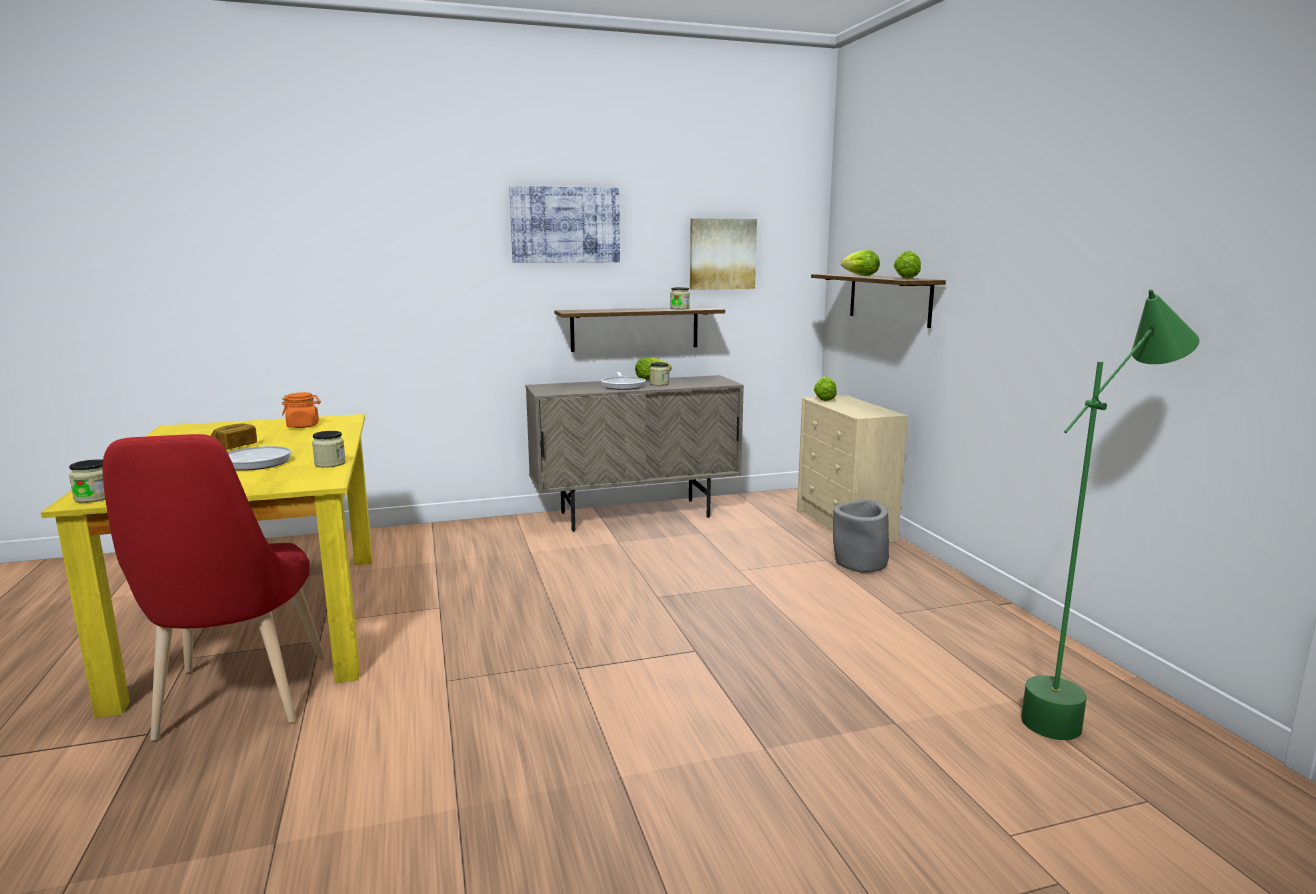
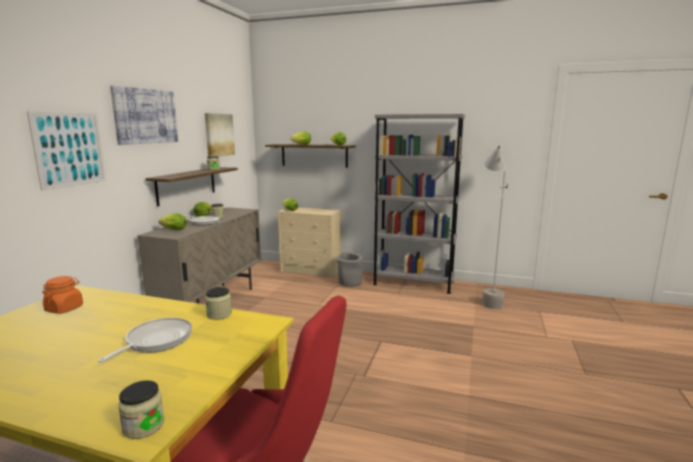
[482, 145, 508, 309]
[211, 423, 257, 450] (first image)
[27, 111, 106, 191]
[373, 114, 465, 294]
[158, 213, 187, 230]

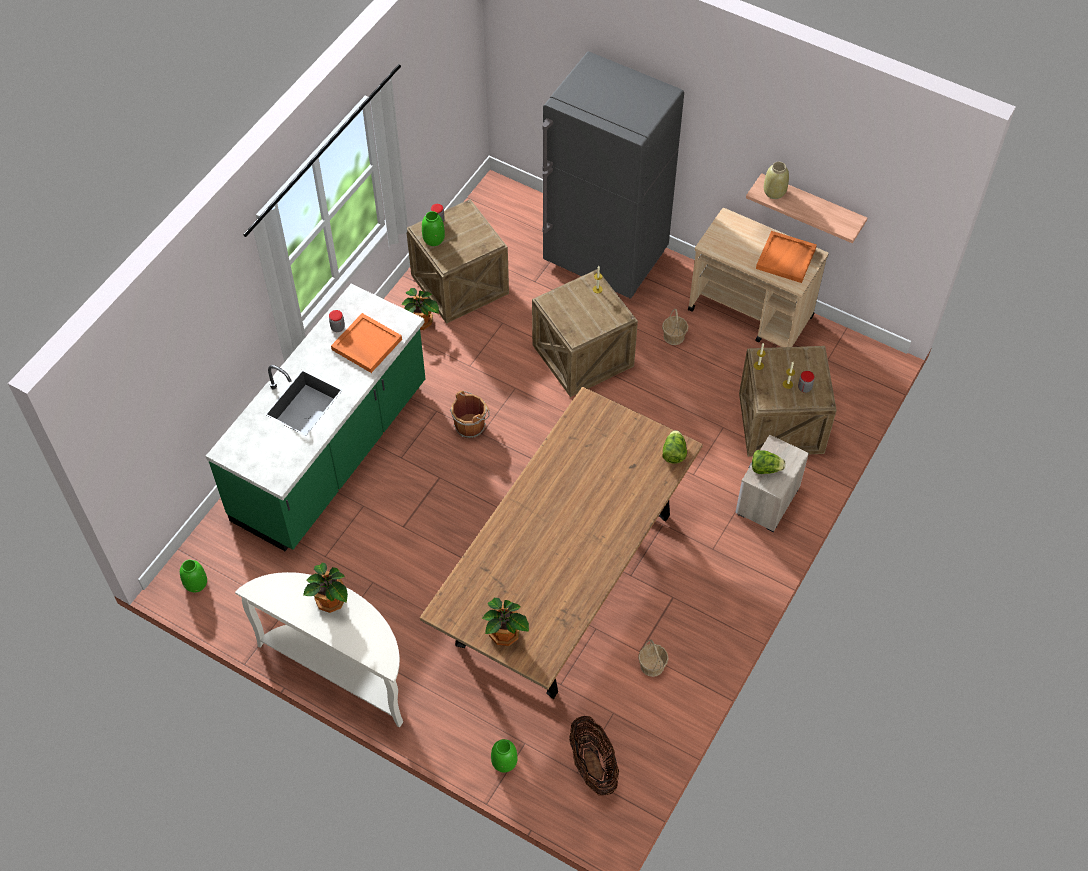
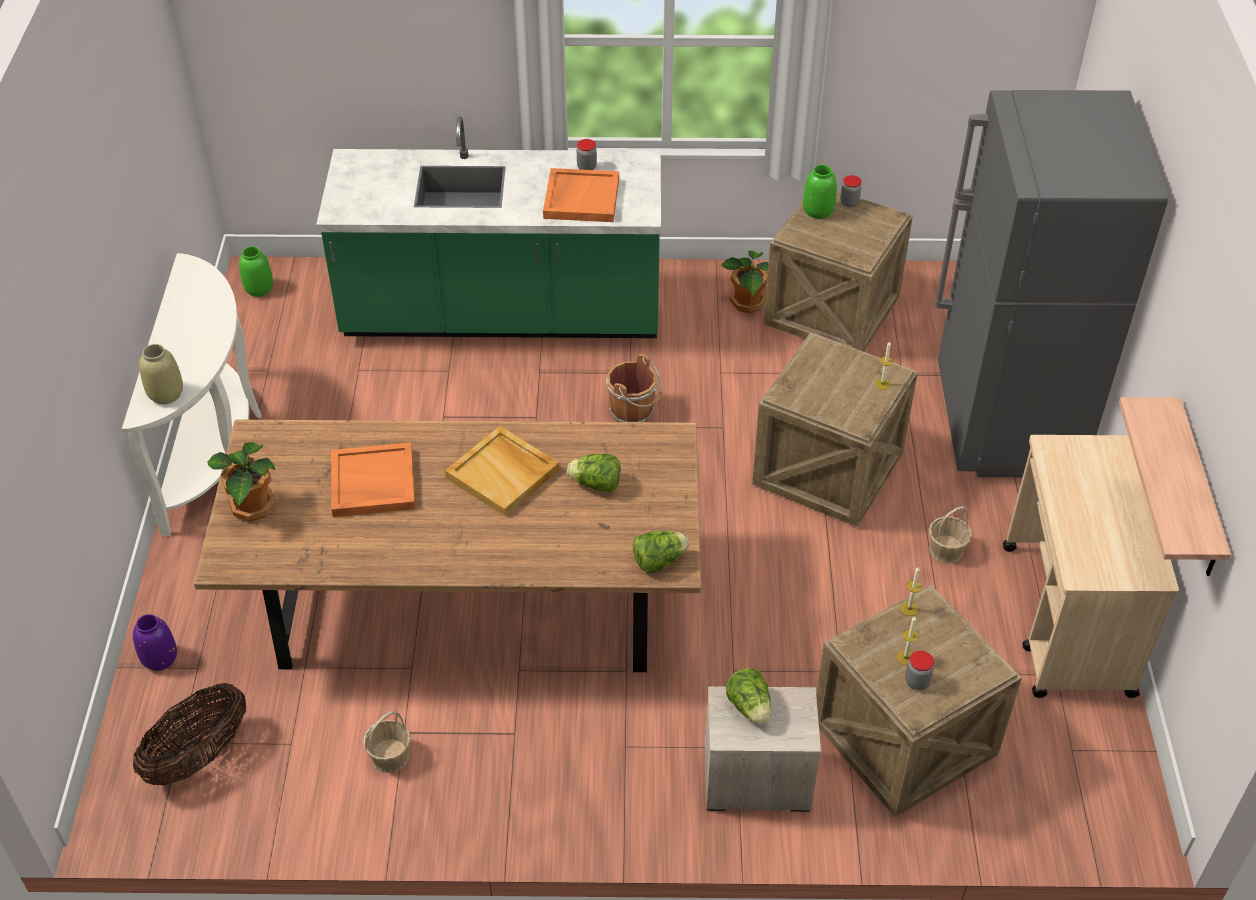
[139, 344, 183, 404]
[331, 442, 415, 517]
[303, 562, 348, 613] (first image)
[133, 614, 177, 671]
[445, 426, 559, 516]
[567, 454, 620, 492]

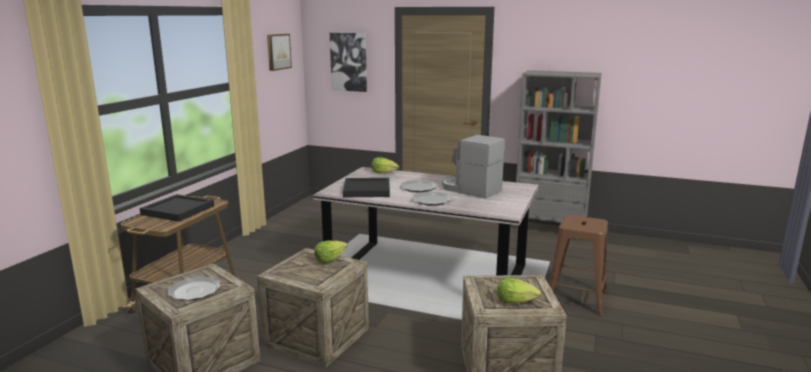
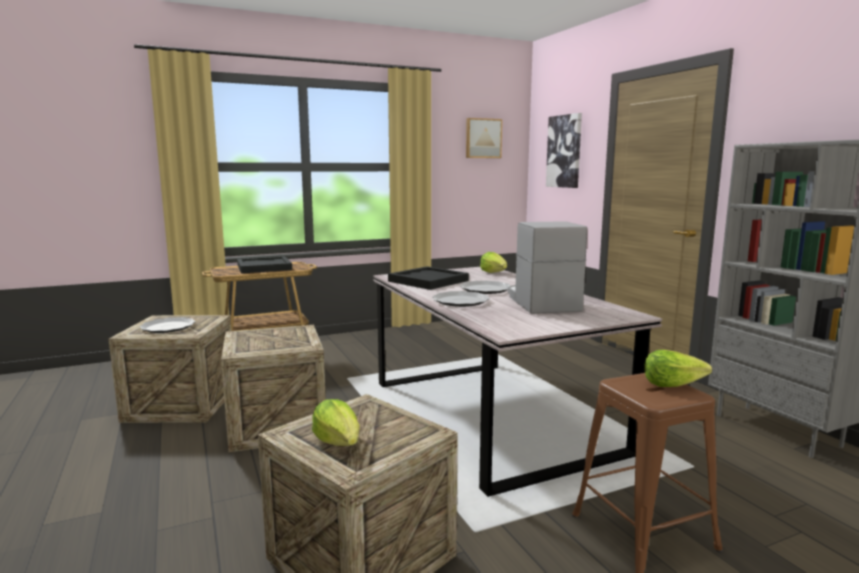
[644, 350, 712, 387]

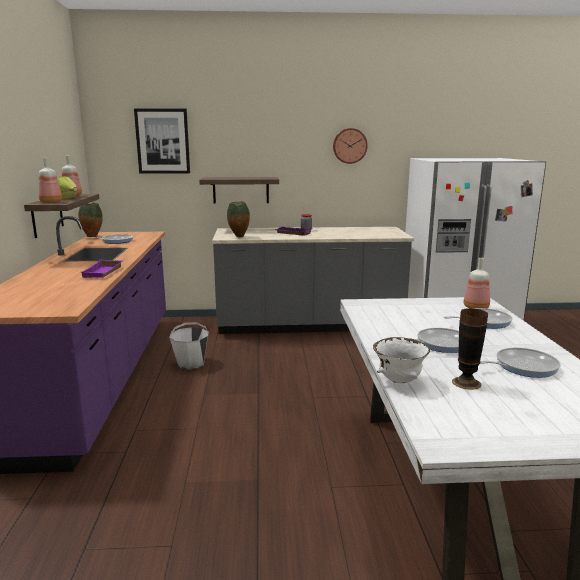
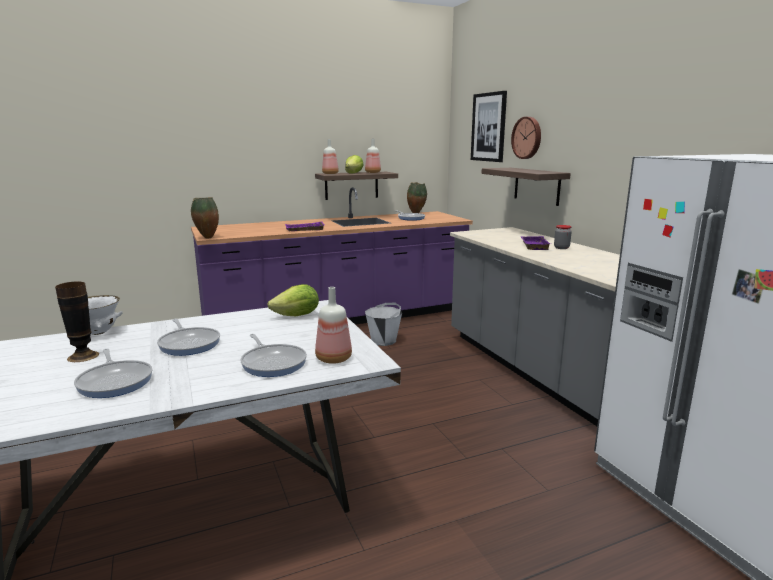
[511, 117, 541, 159]
[191, 197, 219, 238]
[267, 284, 319, 316]

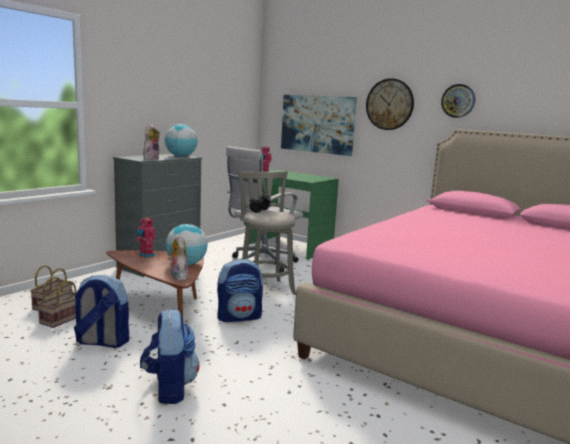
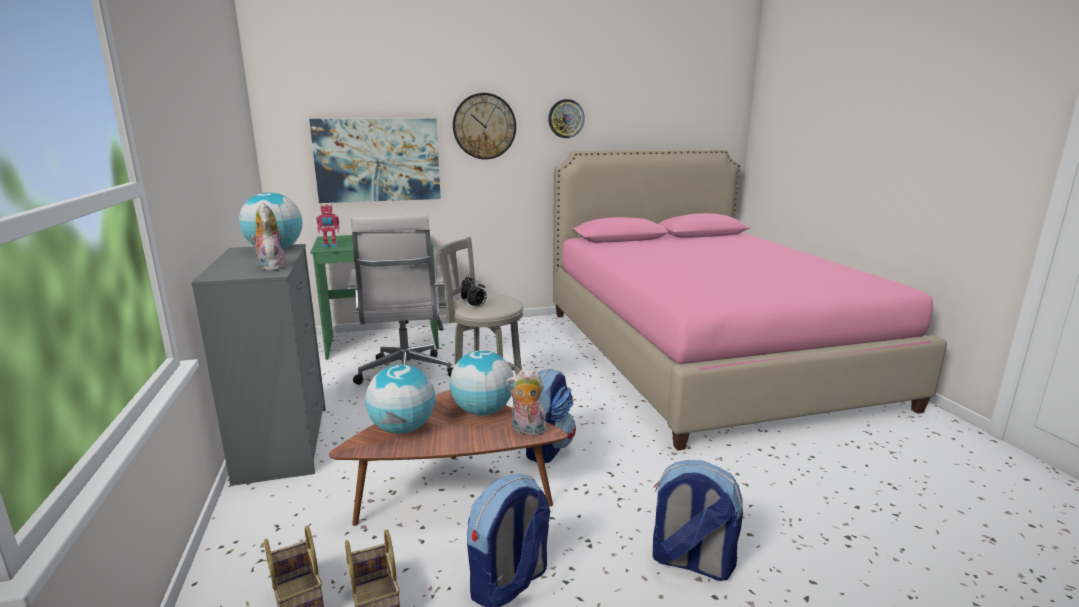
[365, 364, 435, 434]

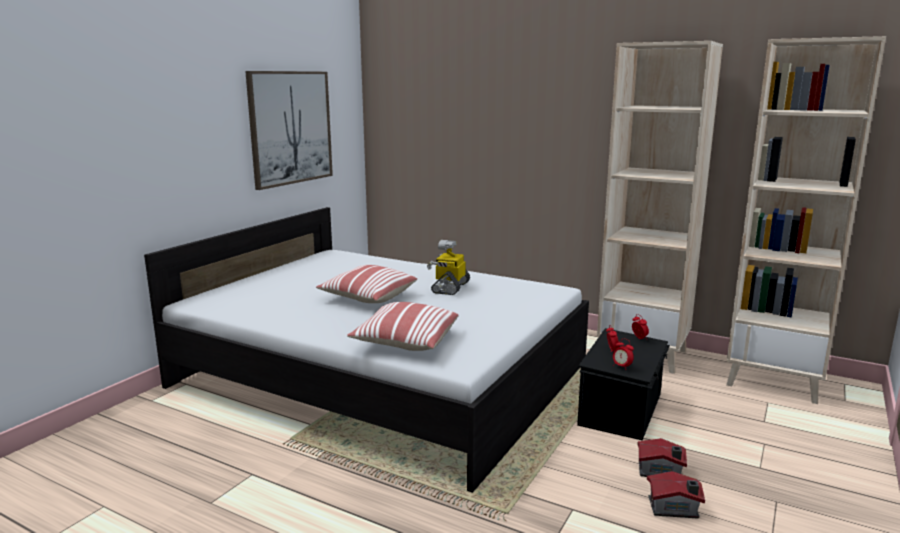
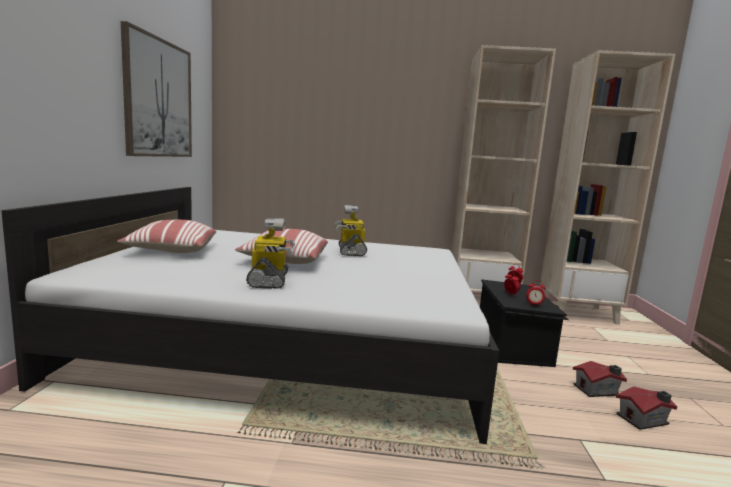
[117, 220, 216, 253]
[246, 218, 295, 289]

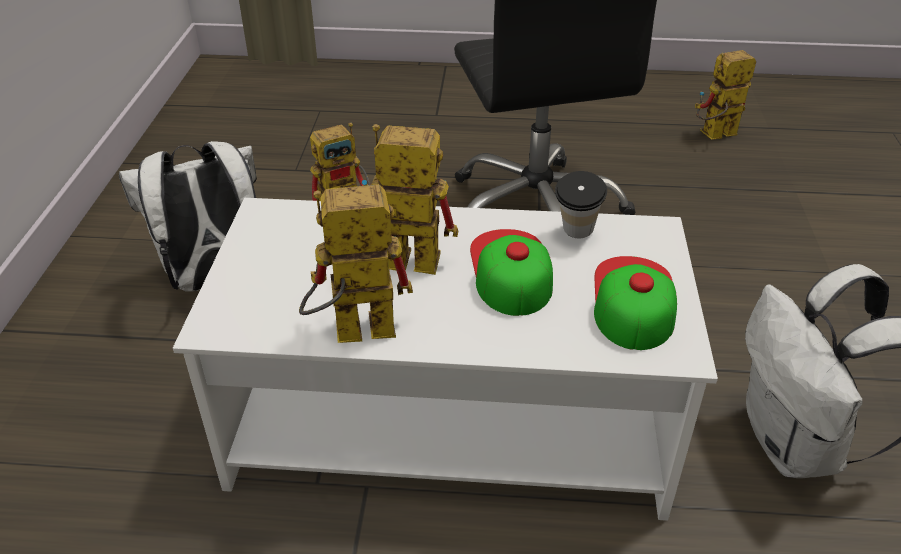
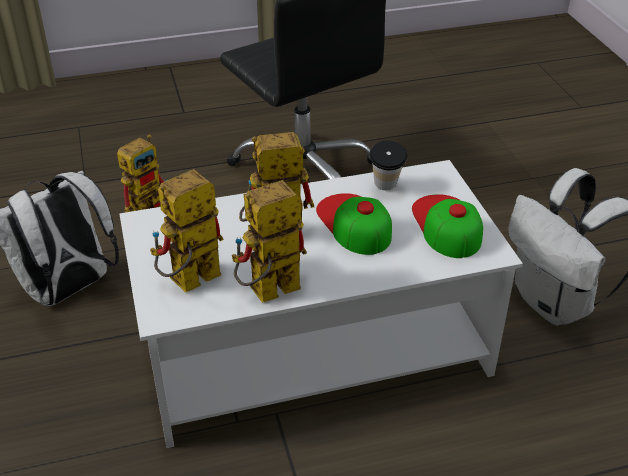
[150, 169, 223, 293]

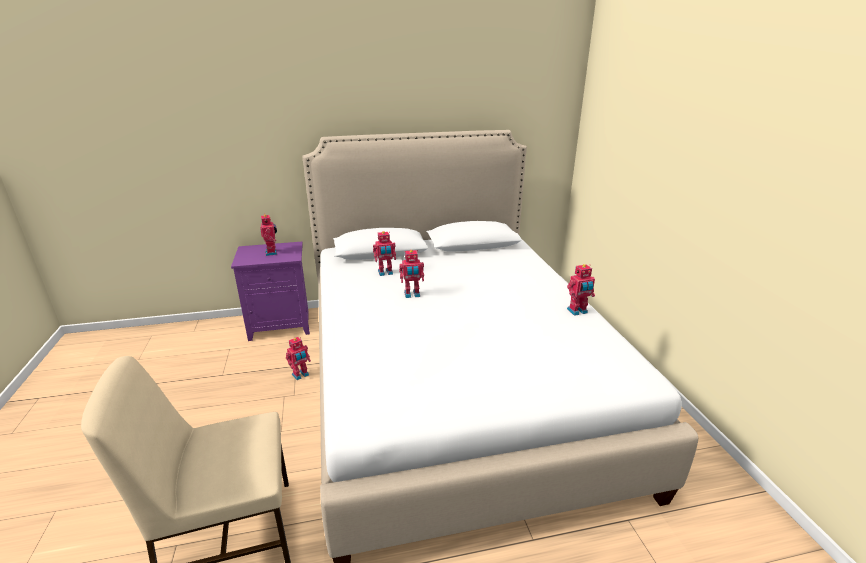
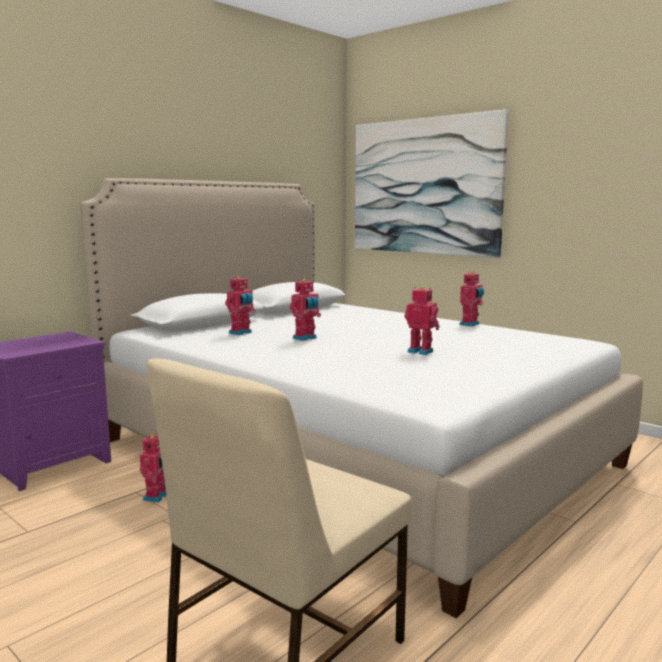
[404, 286, 440, 355]
[355, 109, 509, 258]

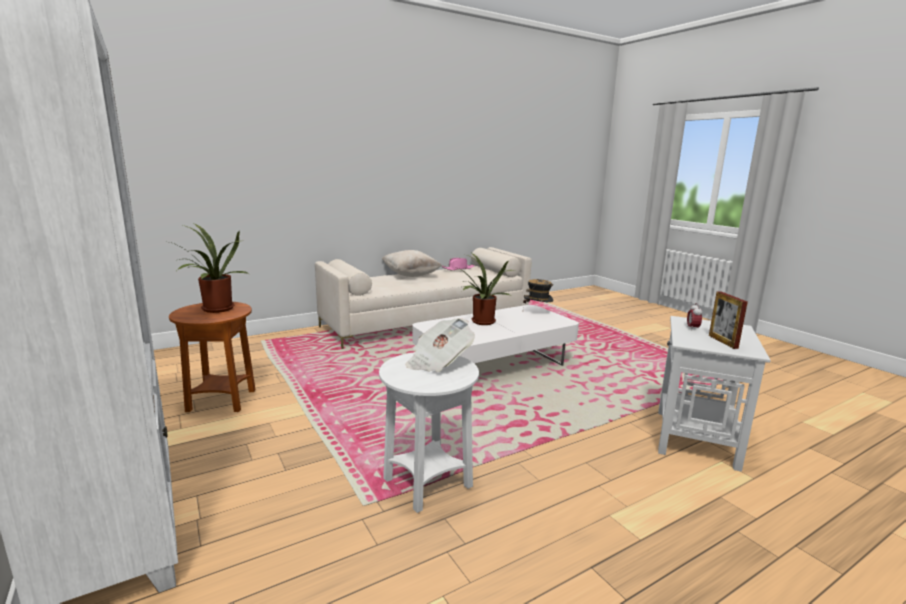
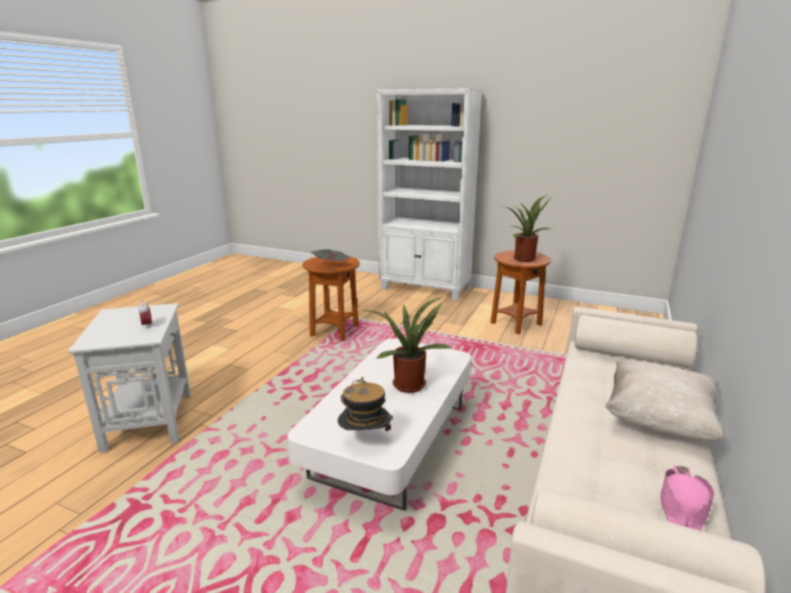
[709, 291, 748, 349] (first image)
[303, 256, 360, 341]

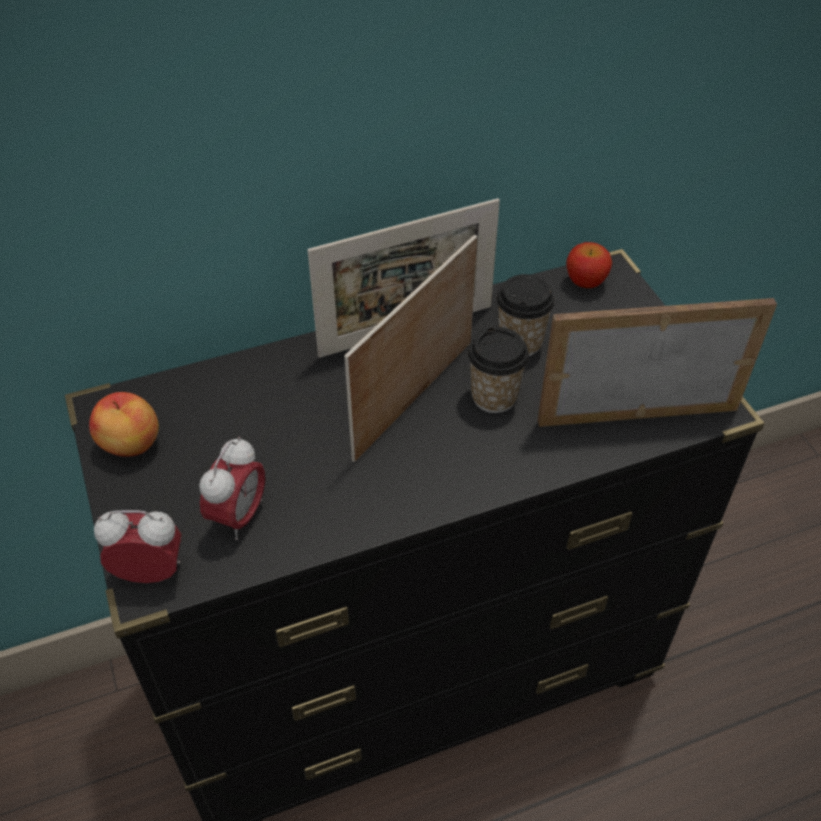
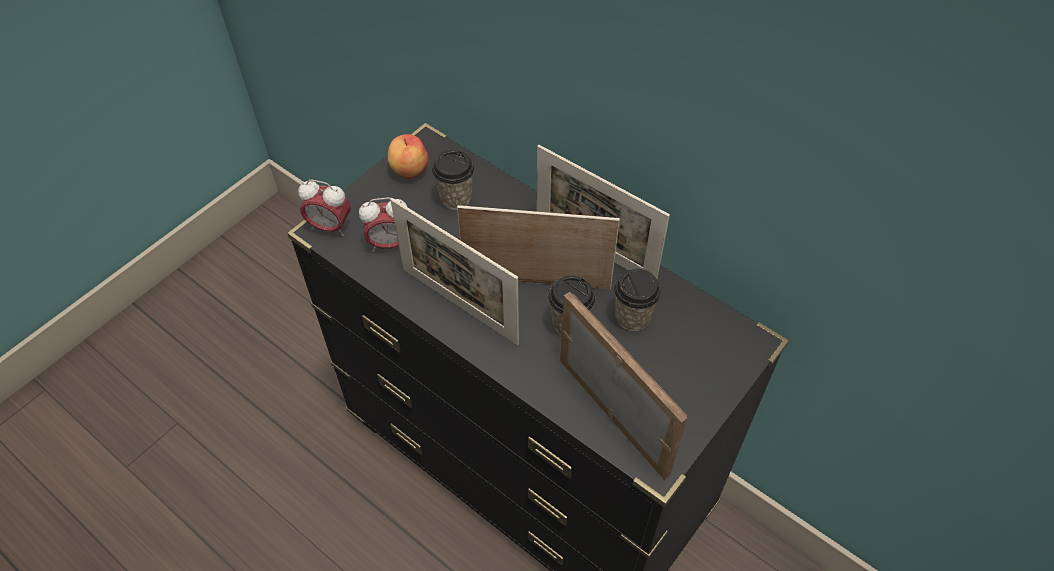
[566, 242, 612, 288] (first image)
[298, 180, 351, 236]
[432, 150, 474, 210]
[390, 198, 519, 345]

